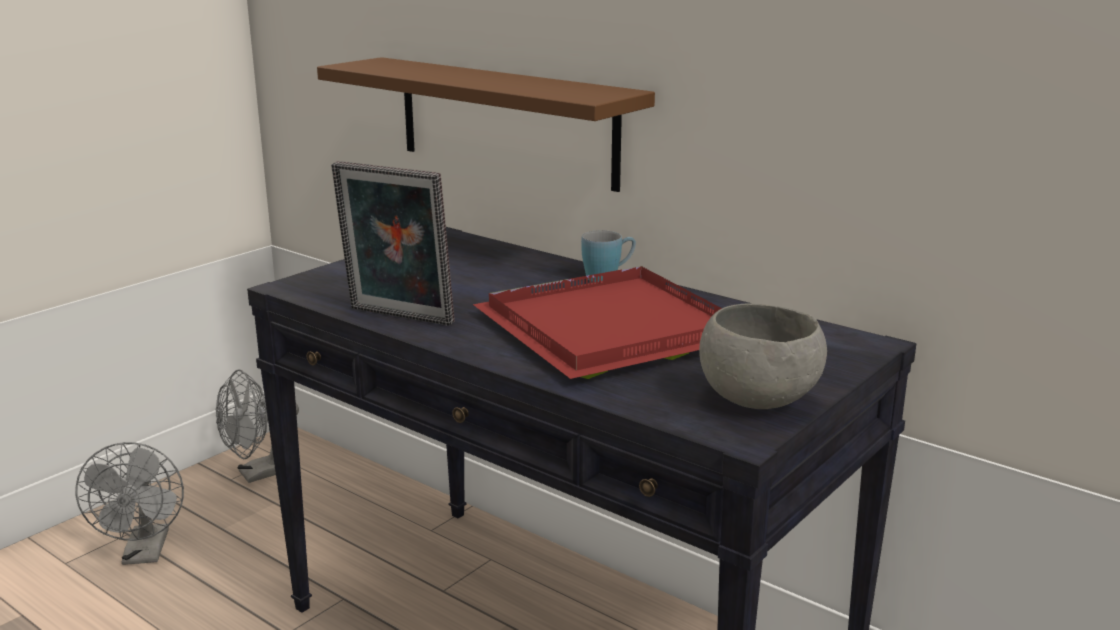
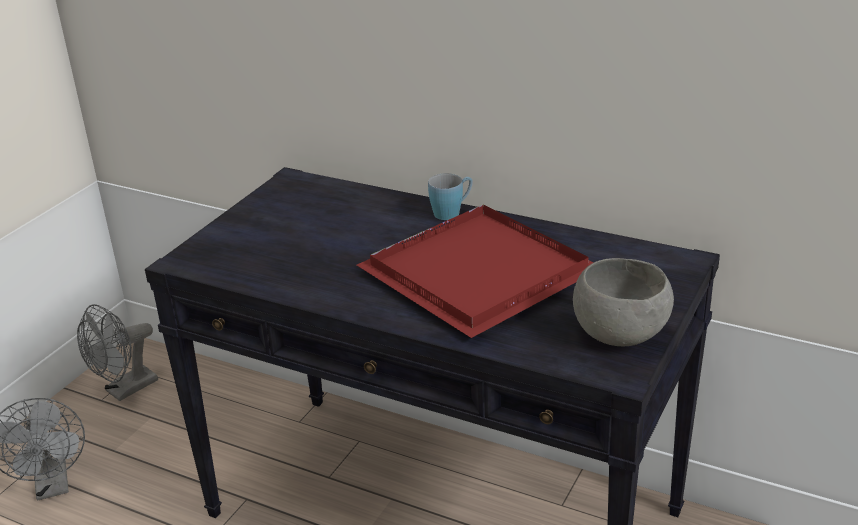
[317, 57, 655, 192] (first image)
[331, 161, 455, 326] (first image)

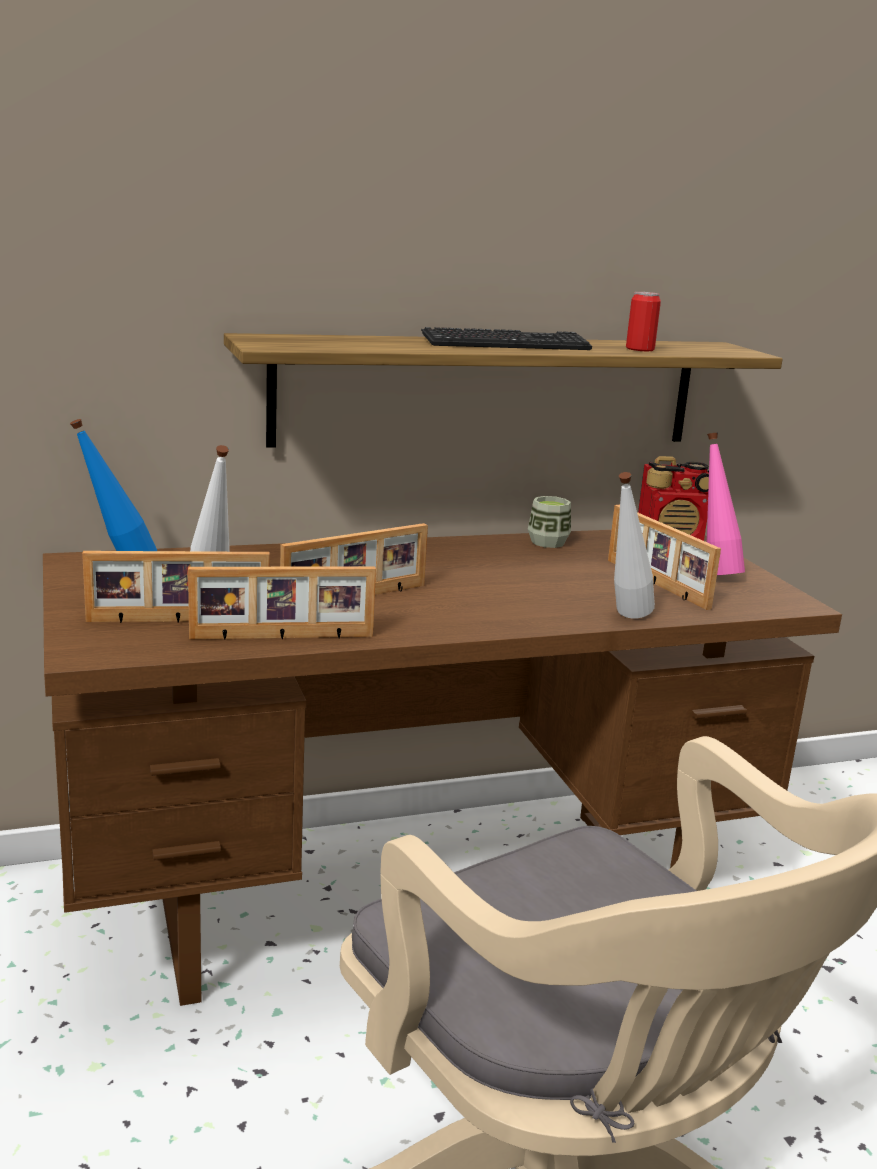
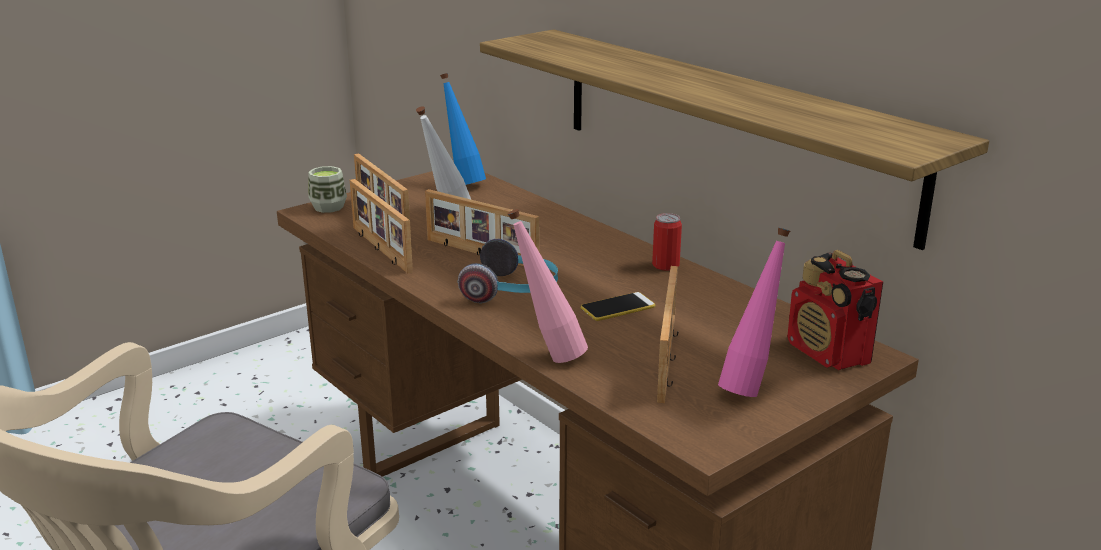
[652, 213, 682, 271]
[421, 327, 592, 350] (first image)
[507, 209, 588, 363]
[308, 166, 347, 213]
[657, 266, 678, 403]
[458, 239, 558, 303]
[580, 292, 656, 321]

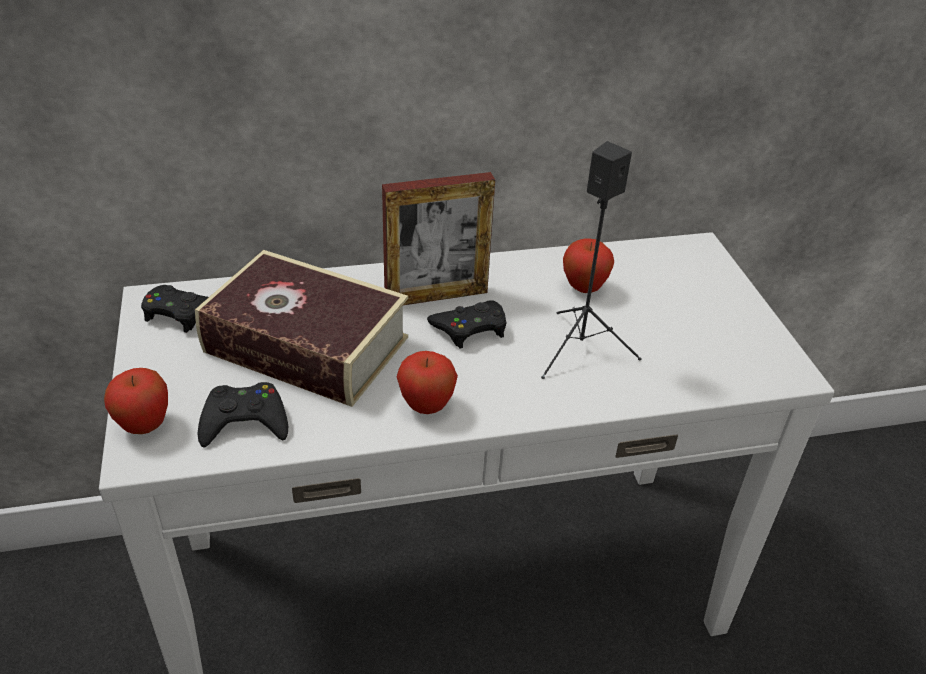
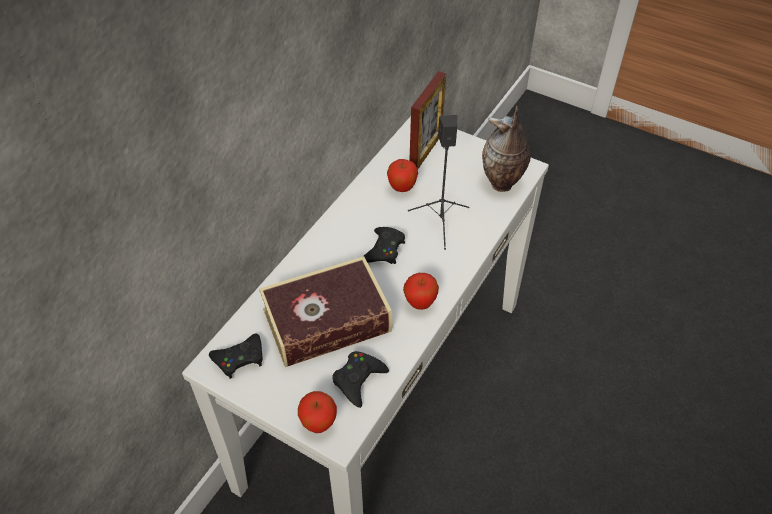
[409, 71, 446, 170]
[482, 106, 531, 192]

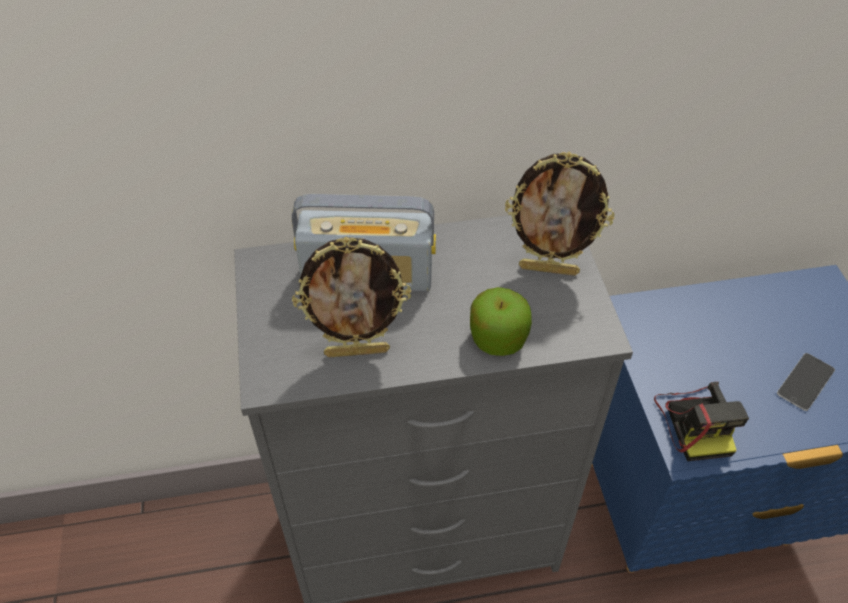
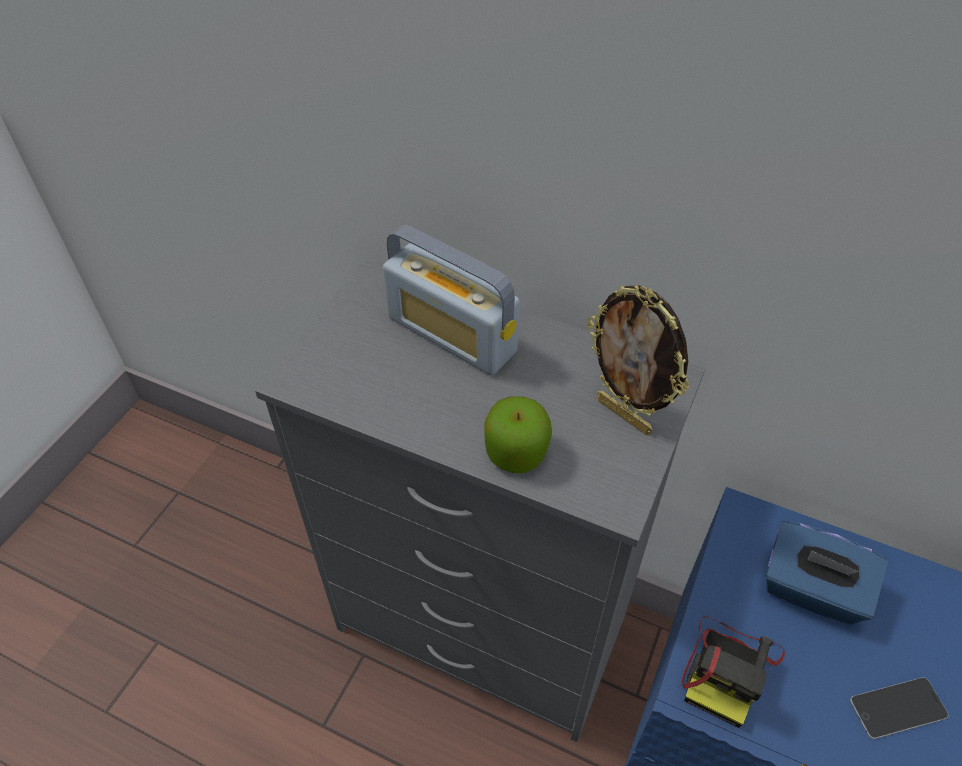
[292, 237, 411, 357] (first image)
[765, 521, 888, 625]

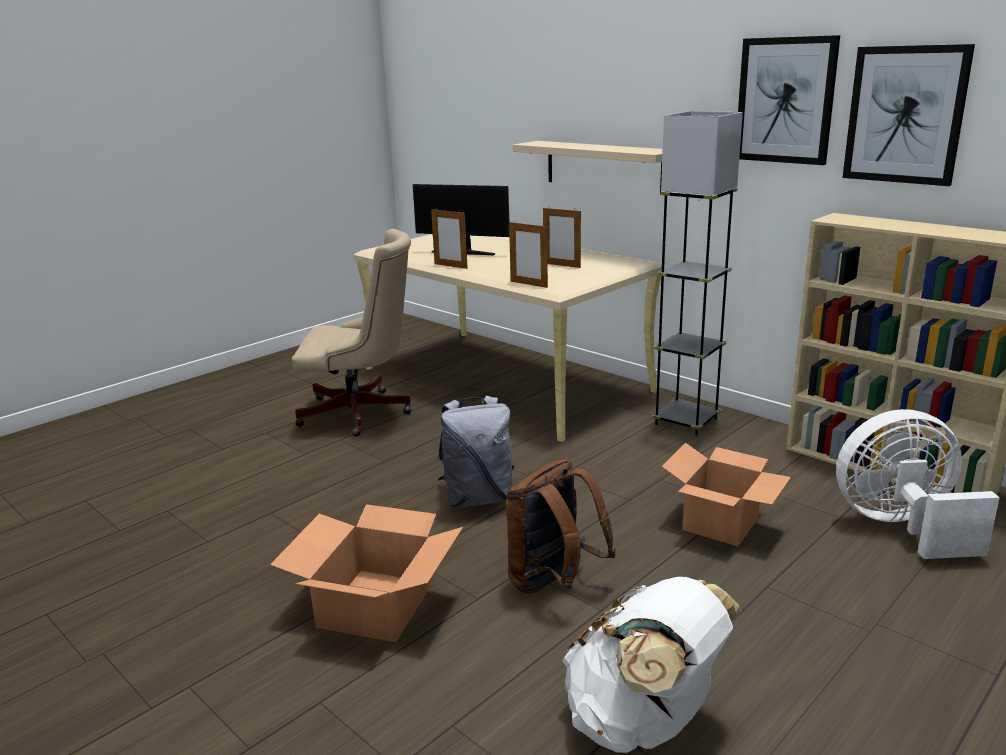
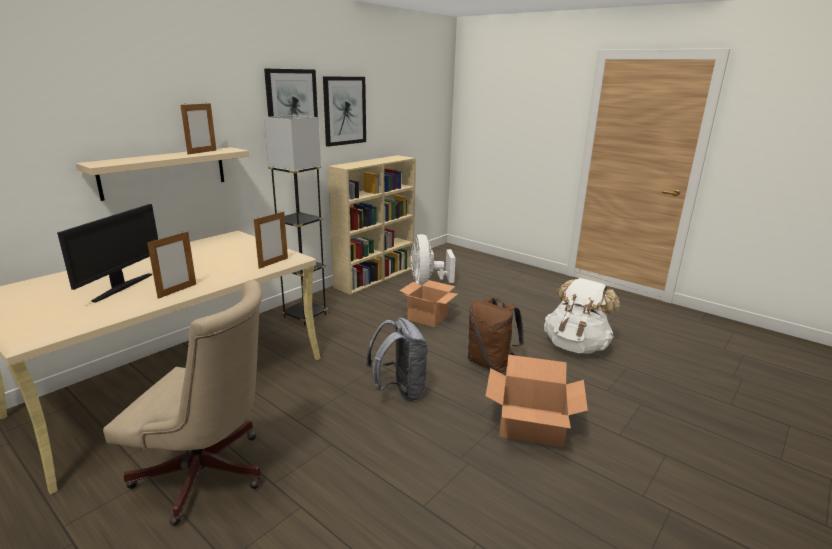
[180, 102, 217, 155]
[103, 280, 262, 526]

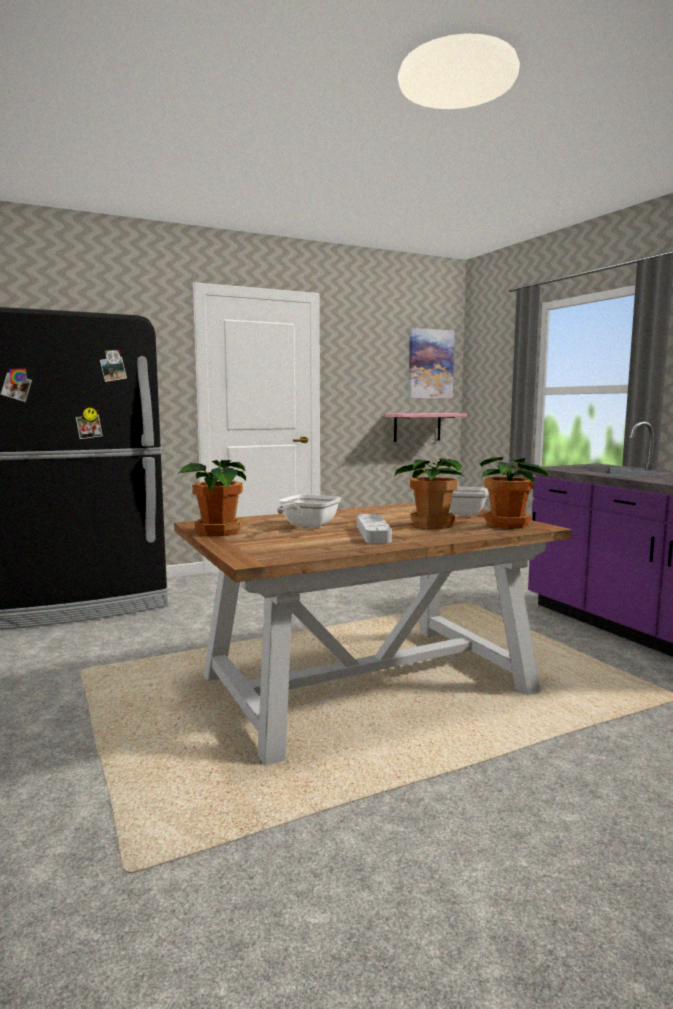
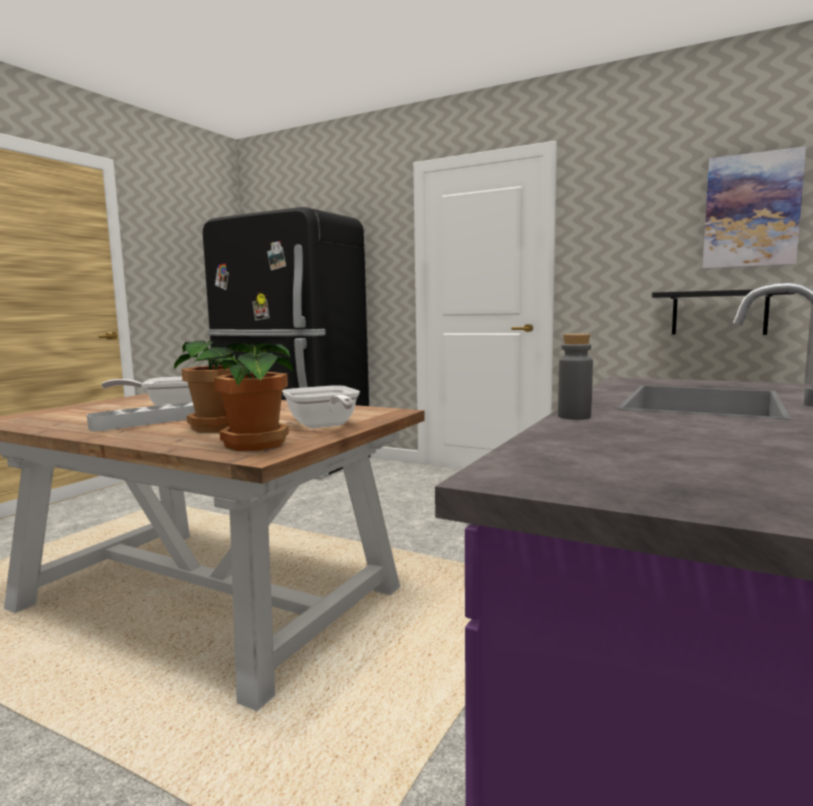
[652, 289, 795, 335]
[177, 460, 246, 536] (first image)
[558, 333, 593, 420]

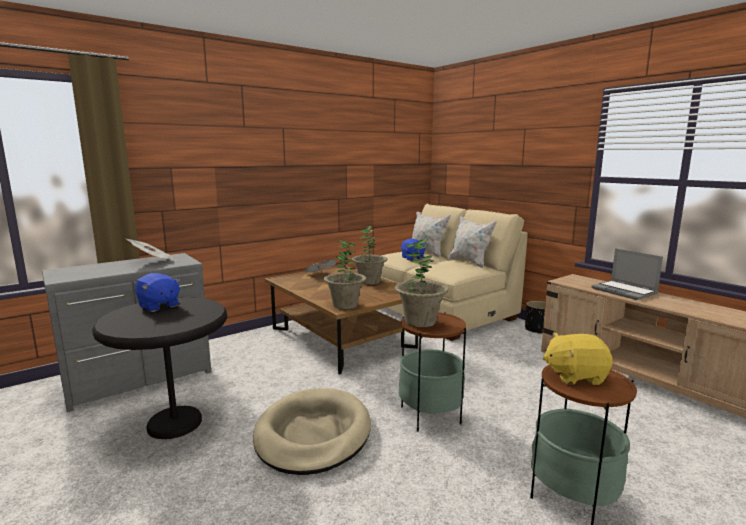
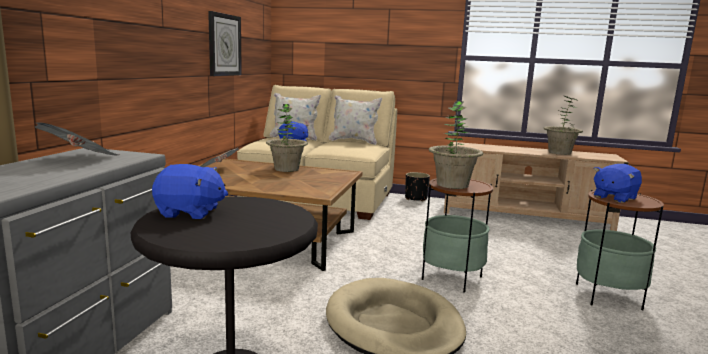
[544, 96, 583, 155]
[592, 248, 663, 300] (first image)
[594, 164, 642, 203]
[208, 11, 242, 76]

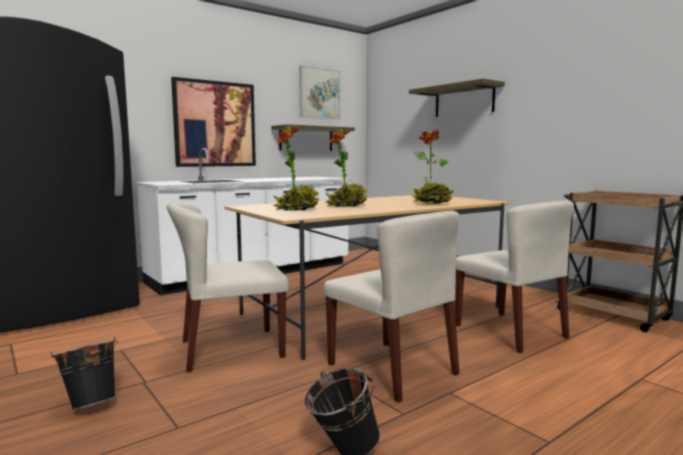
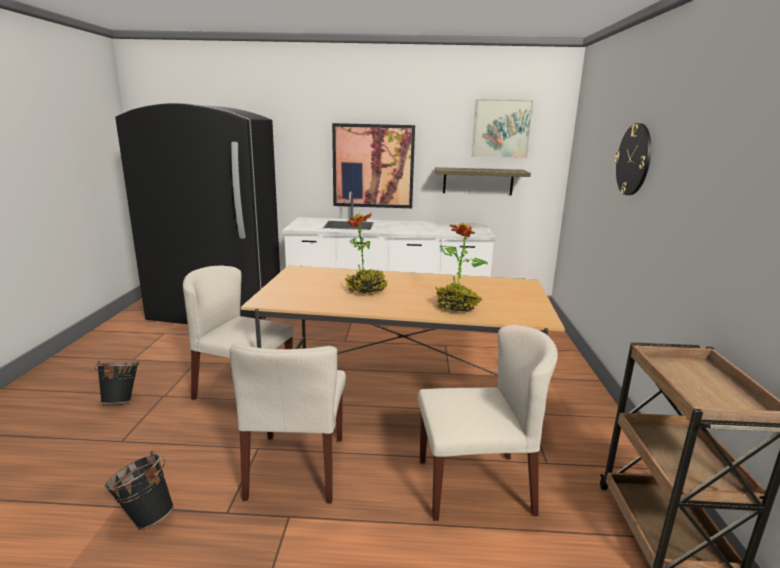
[614, 123, 651, 195]
[273, 127, 319, 210] (first image)
[418, 325, 558, 521]

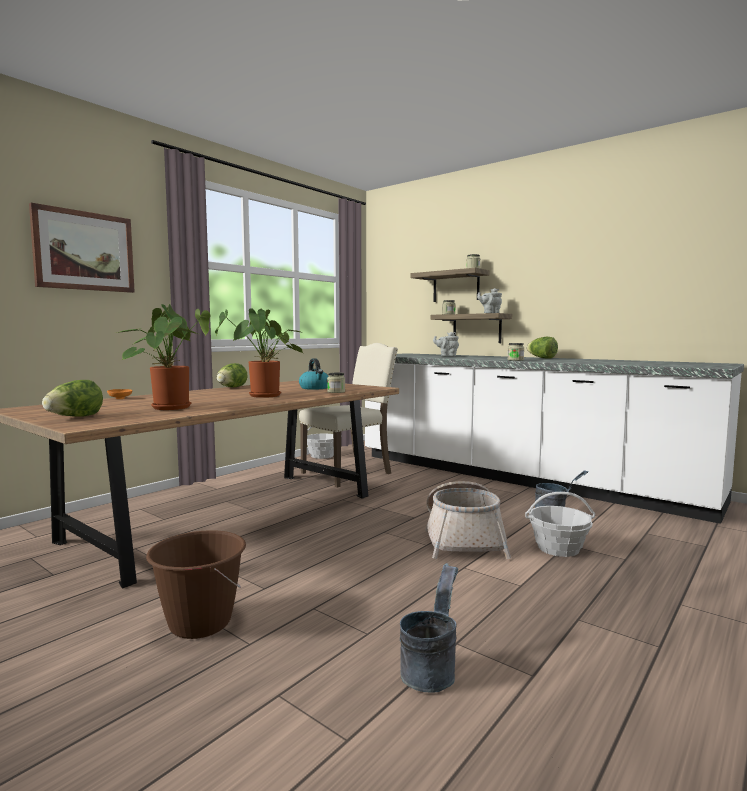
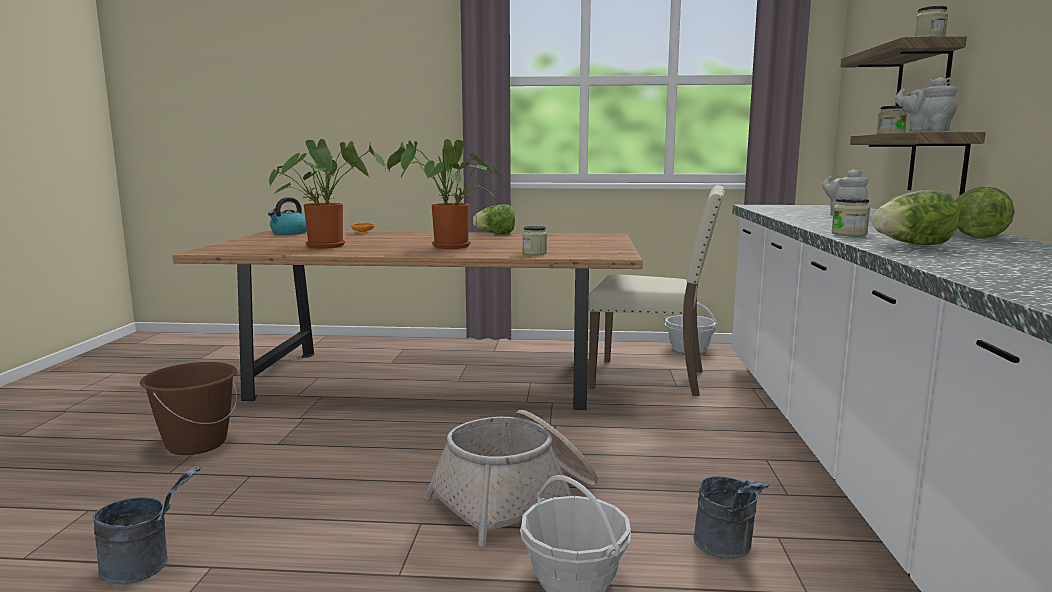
[29, 203, 135, 293] (first image)
[268, 197, 307, 235]
[872, 190, 960, 245]

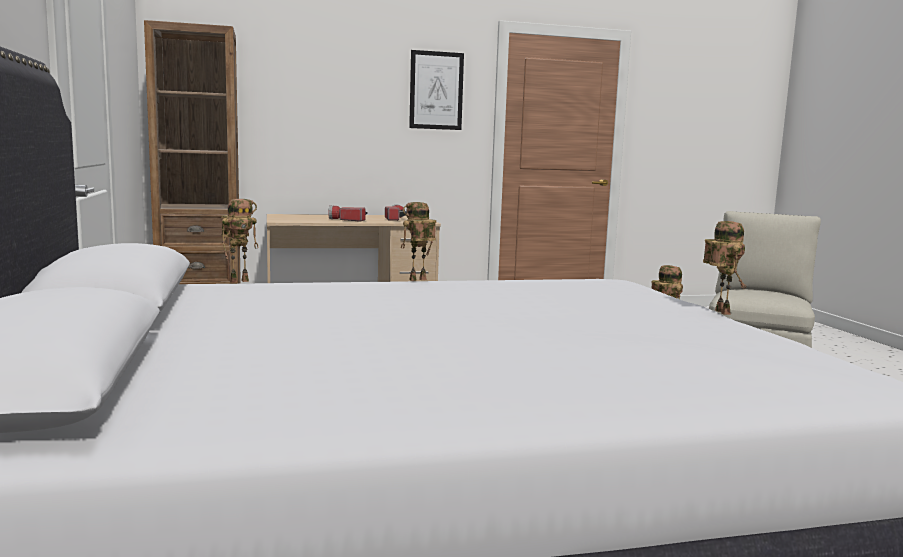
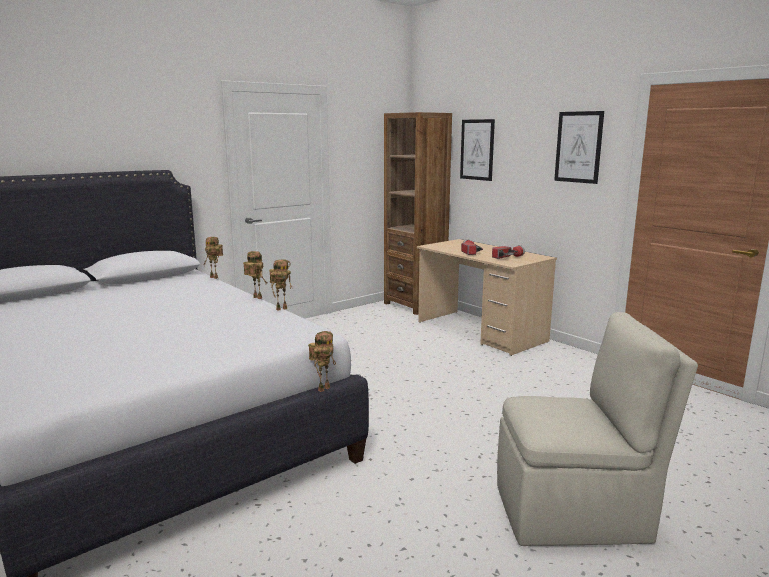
[269, 259, 293, 311]
[460, 119, 495, 181]

